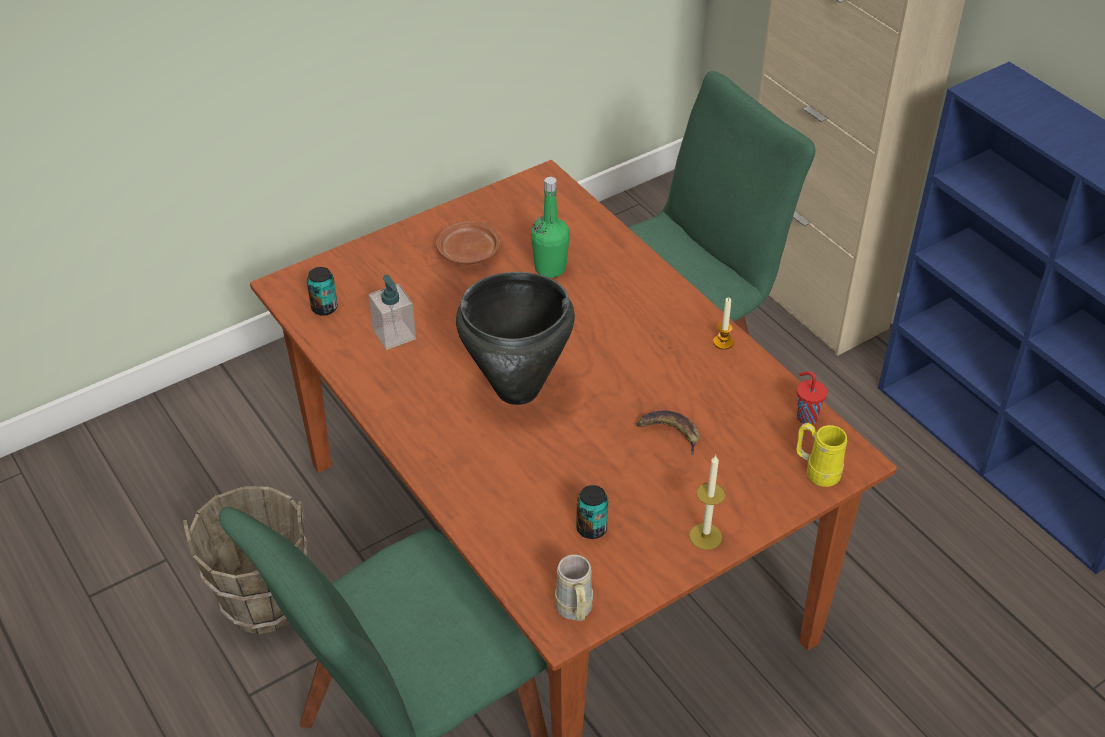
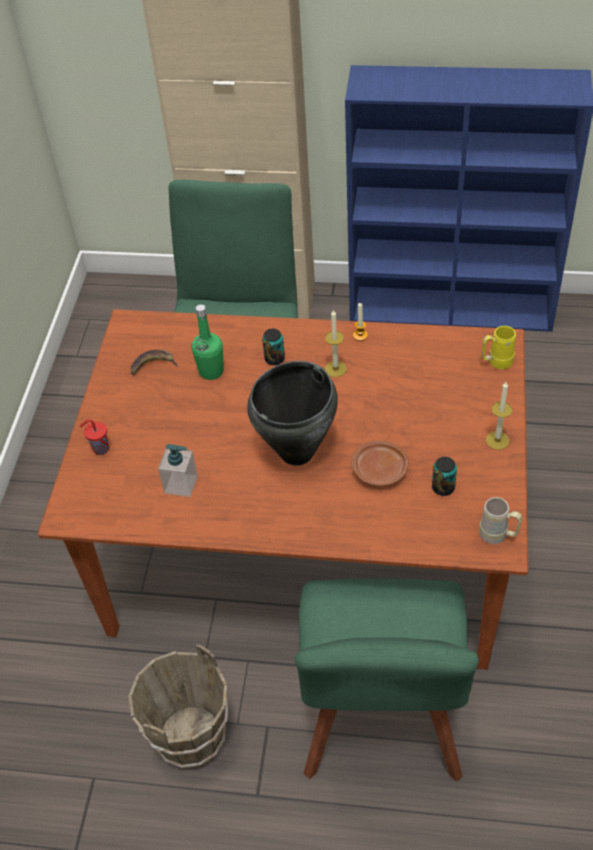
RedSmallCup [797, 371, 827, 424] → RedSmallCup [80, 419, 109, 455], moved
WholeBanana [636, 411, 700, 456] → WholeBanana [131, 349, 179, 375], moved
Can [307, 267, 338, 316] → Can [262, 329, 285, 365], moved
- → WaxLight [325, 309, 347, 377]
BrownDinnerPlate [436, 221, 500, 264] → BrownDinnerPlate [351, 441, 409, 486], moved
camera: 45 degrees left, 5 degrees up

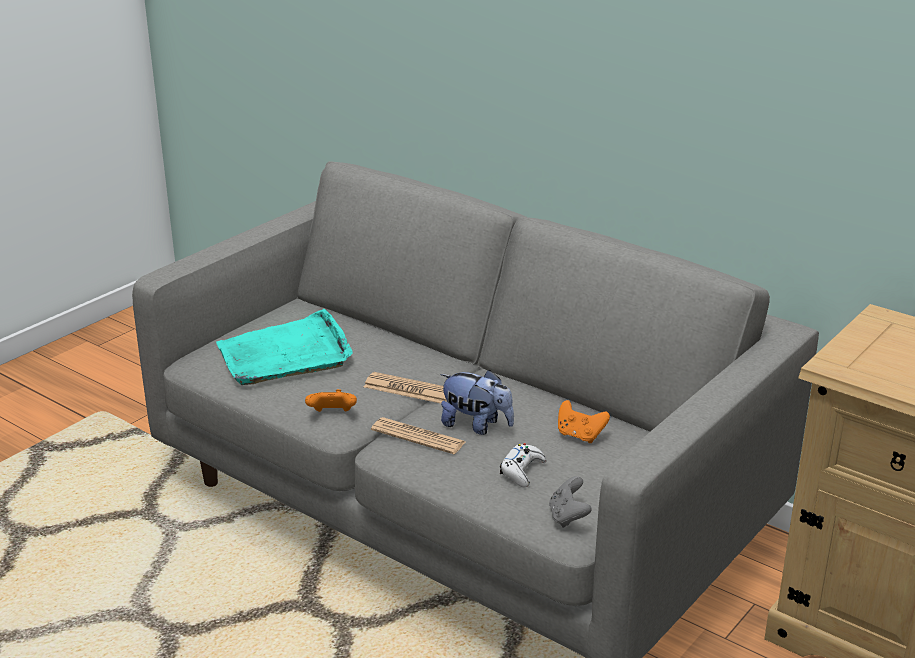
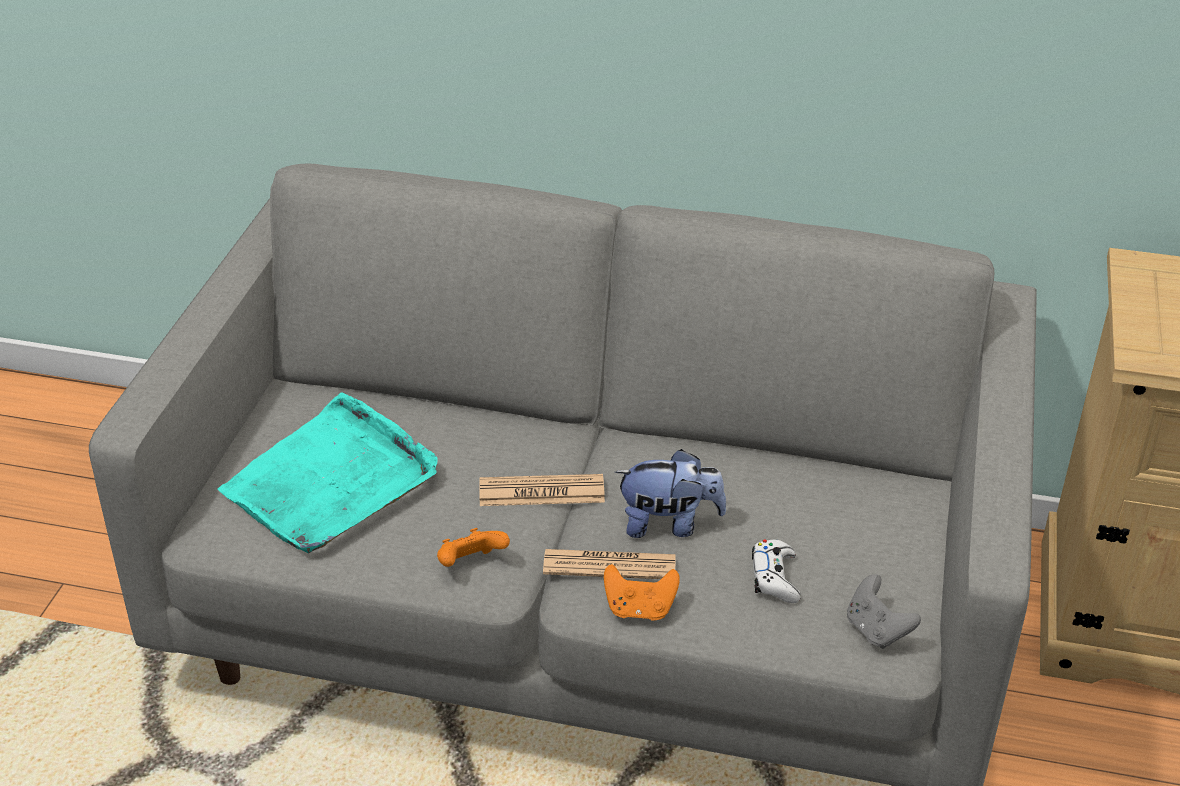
OrangeGameController [558, 400, 610, 443] → OrangeGameController [604, 564, 680, 621], moved
camera: 25 degrees left, 10 degrees up

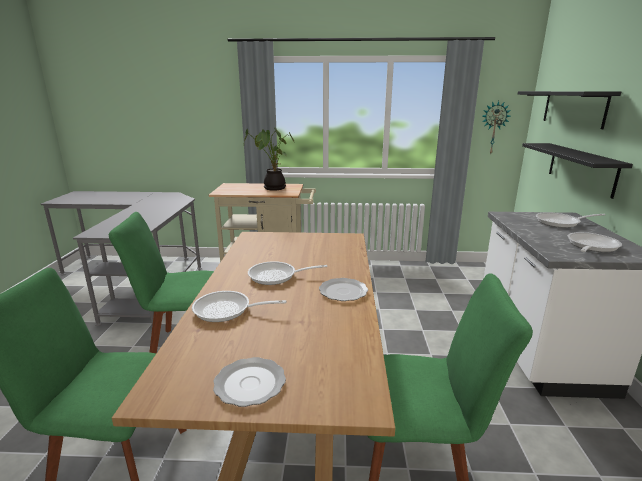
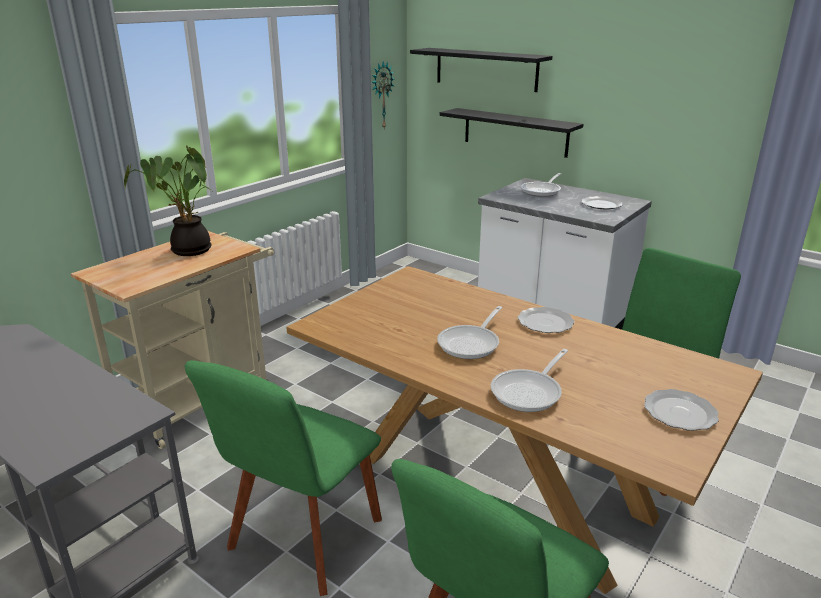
Pan [568, 232, 622, 252] → DinnerPlate [581, 196, 622, 209]
camera: 55 degrees left, 5 degrees up

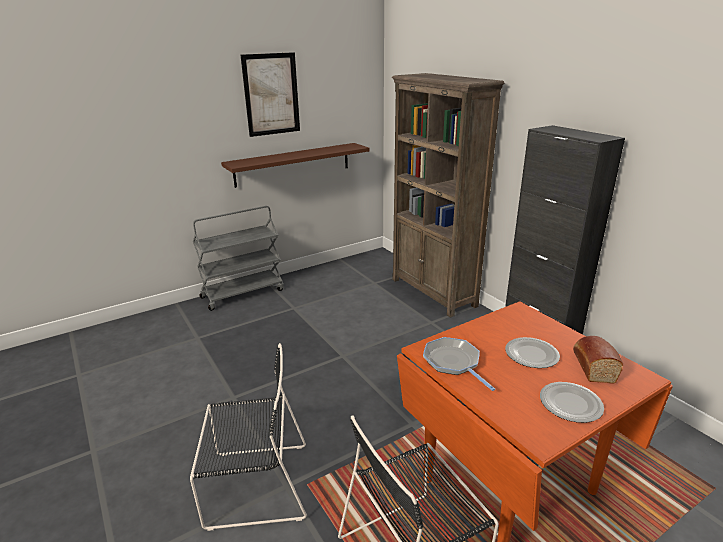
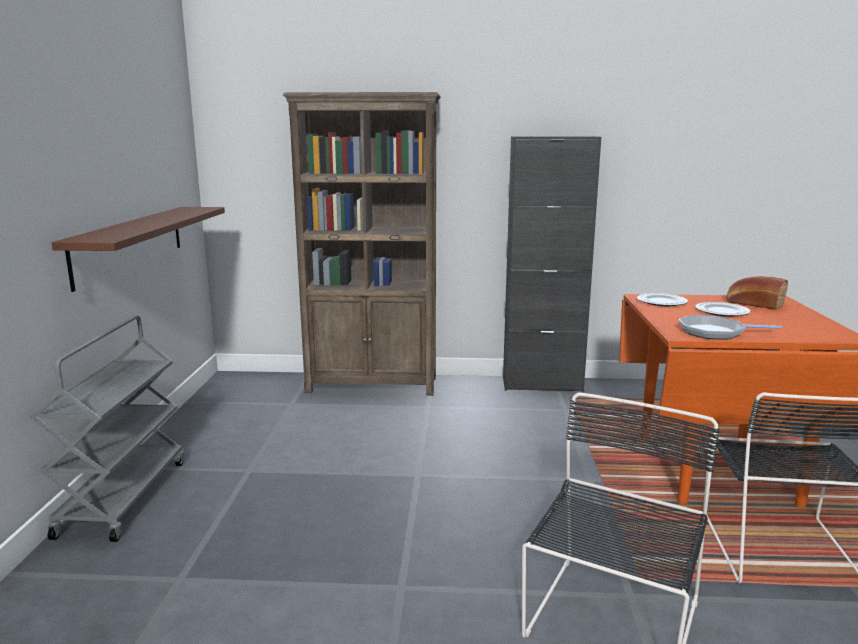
DinnerPlate [540, 382, 604, 423] → DinnerPlate [637, 293, 688, 306], moved
Picture [241, 52, 300, 137] → -
camera: 55 degrees left, 10 degrees down

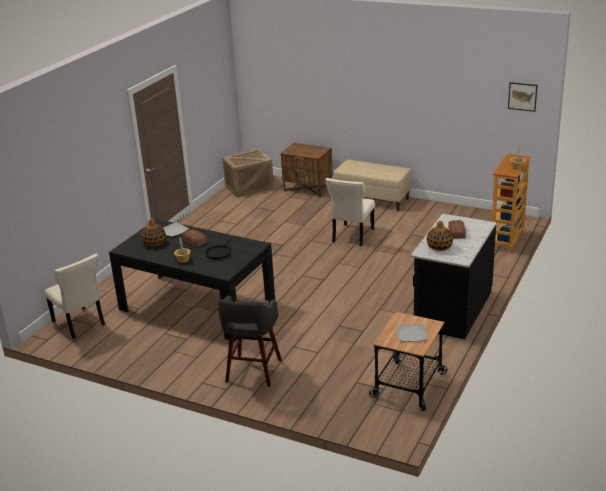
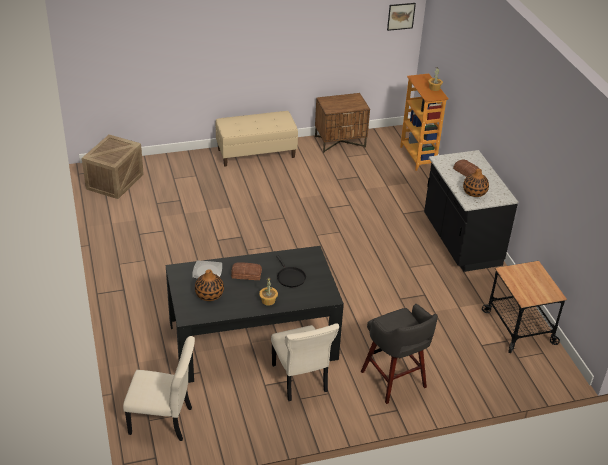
BeigePlainChair [326, 178, 375, 246] → BeigePlainChair [271, 323, 339, 401], moved
BrownNightstand [281, 143, 333, 198] → BrownNightstand [315, 93, 370, 153], moved
DinnerPlate [397, 324, 427, 342] → -
camera: 45 degrees left, 10 degrees up

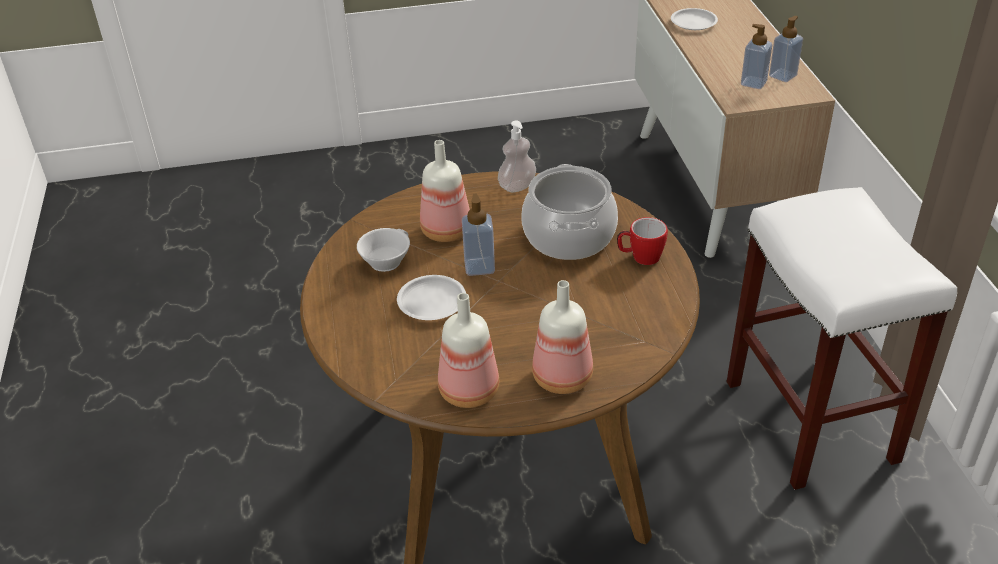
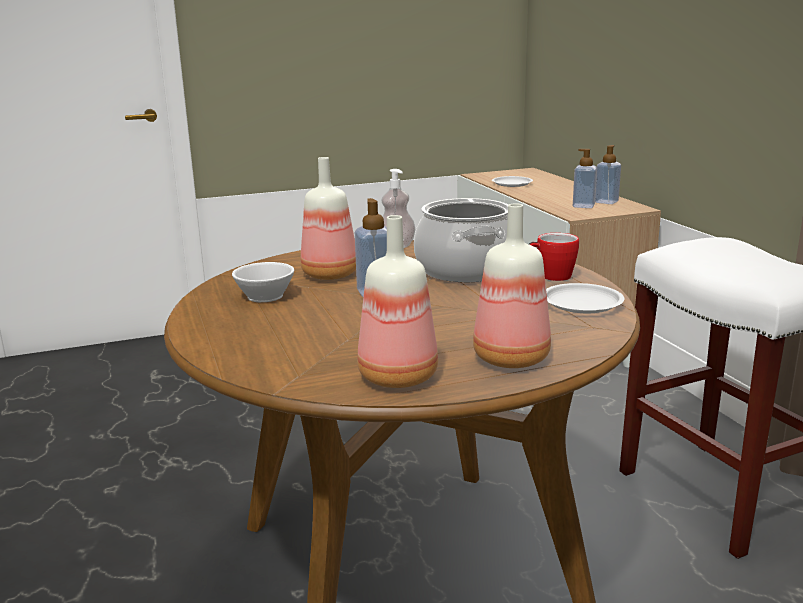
WhitishDinnerPlate [397, 275, 466, 320] → WhitishDinnerPlate [546, 283, 624, 313], moved
camera: 10 degrees left, 20 degrees down

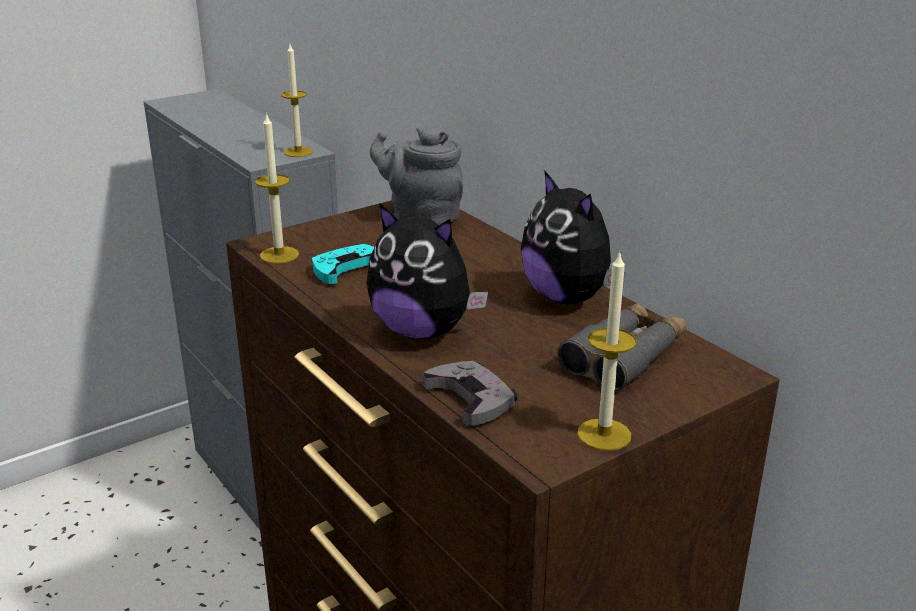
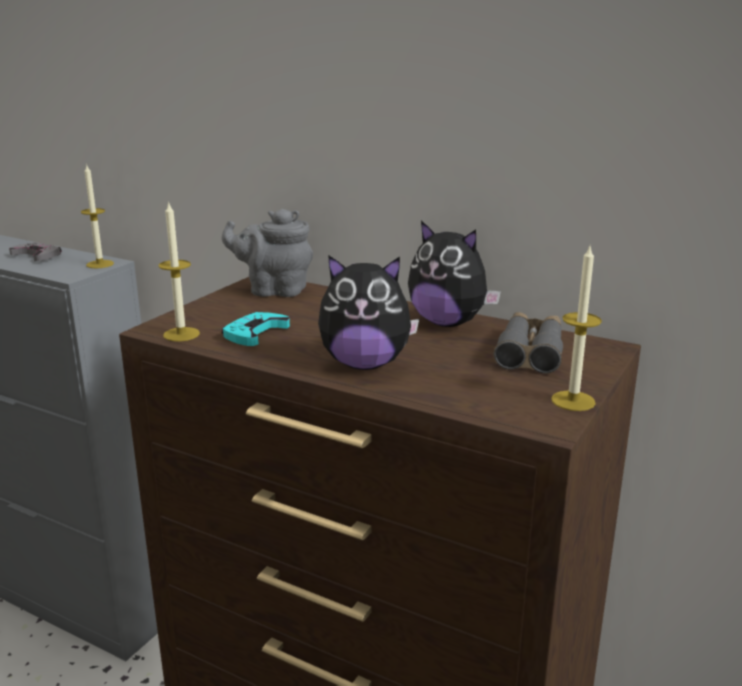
GrayGameController [423, 361, 517, 426] → GrayGameController [9, 242, 61, 261], moved
camera: 25 degrees left, 5 degrees down

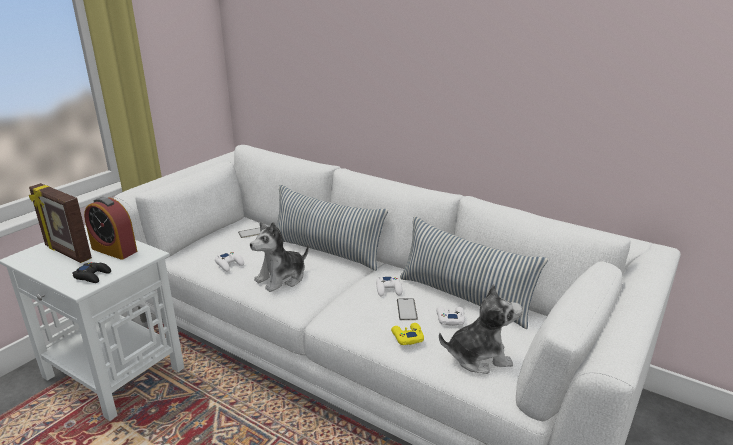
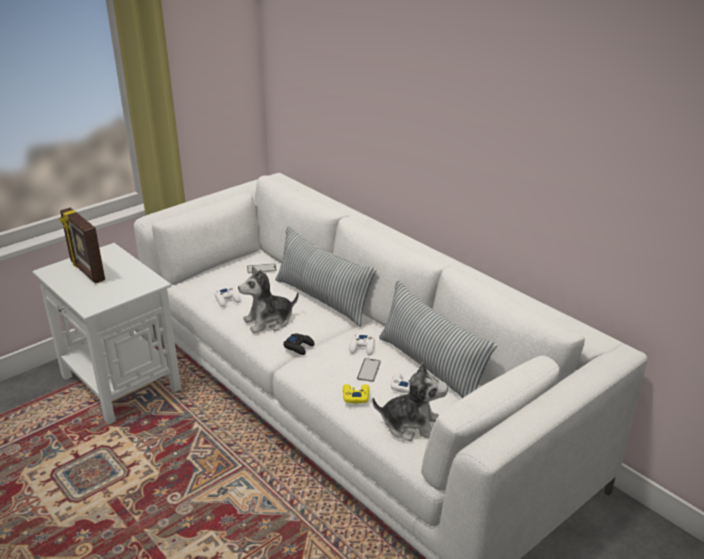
BlackColouredGameController [72, 262, 111, 283] → BlackColouredGameController [283, 334, 315, 355], moved
AlarmClock [84, 197, 137, 260] → -
camera: 15 degrees right, 5 degrees up

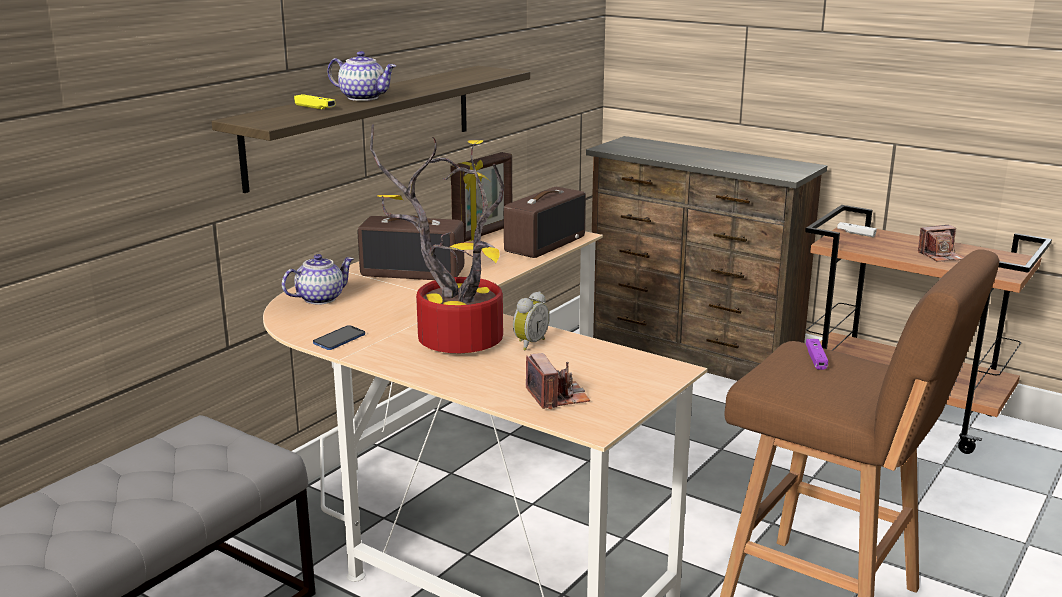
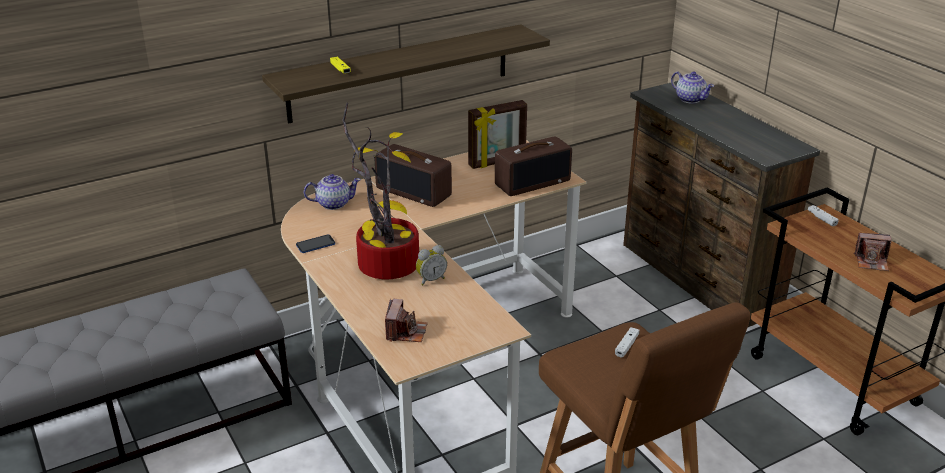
PurpleGameController [806, 339, 828, 370] → WhitishGameController [615, 327, 640, 358]
Teapot [328, 51, 396, 101] → Teapot [671, 71, 714, 104], moved
camera: 25 degrees right, 10 degrees up

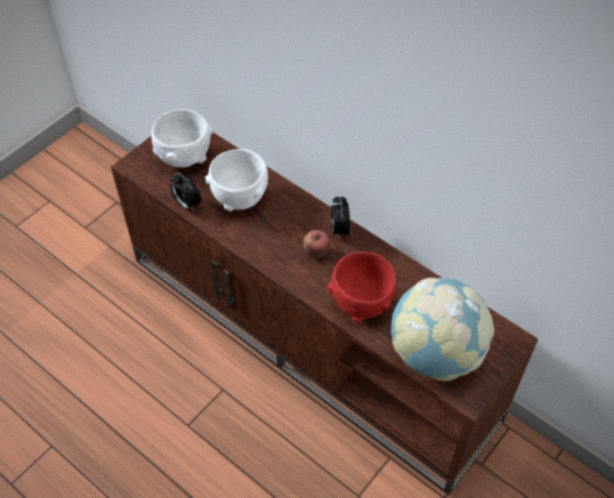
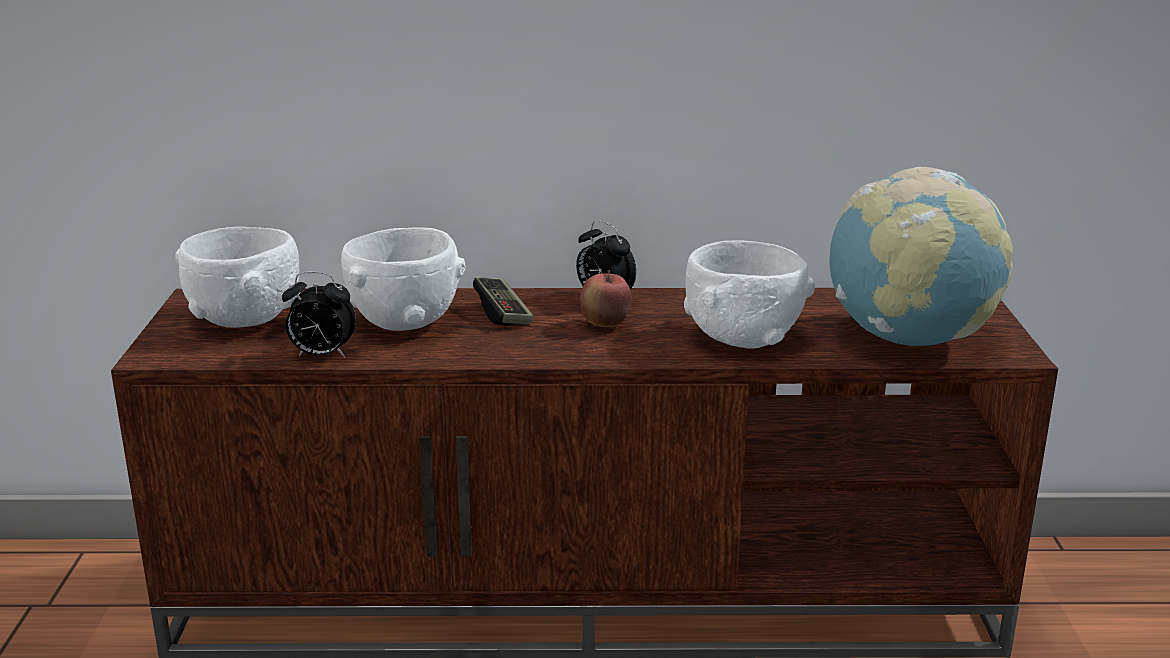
- → GameController [473, 277, 533, 326]
RedDeepDish [327, 252, 397, 323] → WhitishDeepDish [684, 241, 815, 349]
camera: 40 degrees left, 30 degrees down

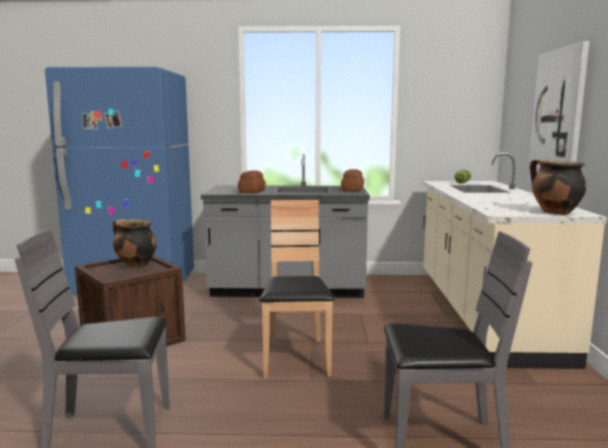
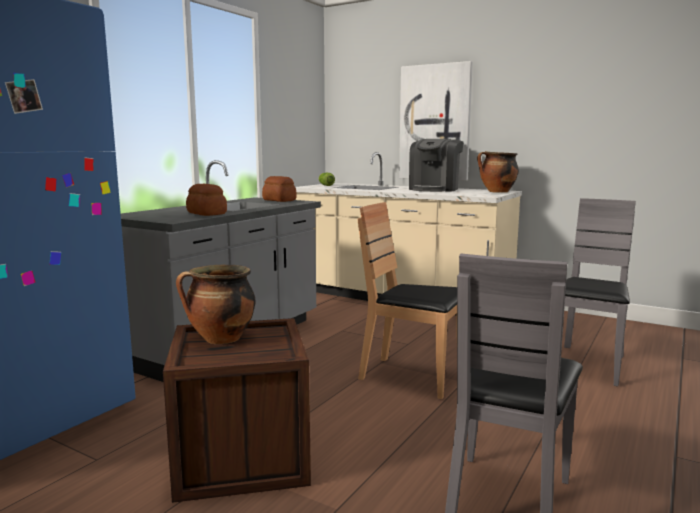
- → CoffeeBrewer [409, 139, 463, 192]
camera: 60 degrees left, 0 degrees up

